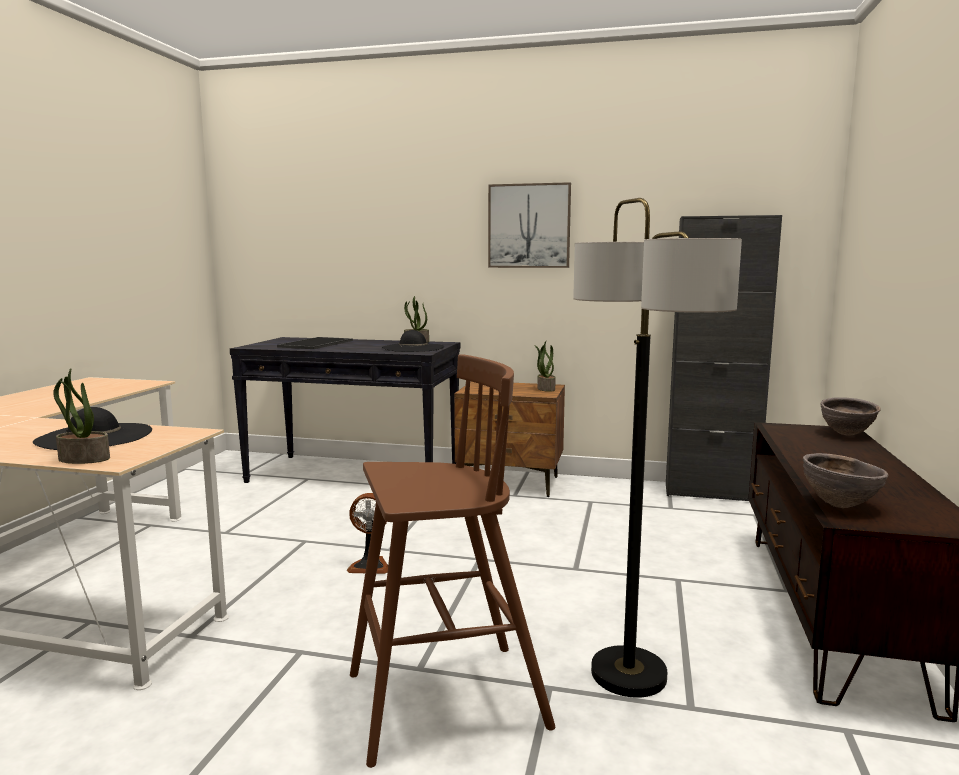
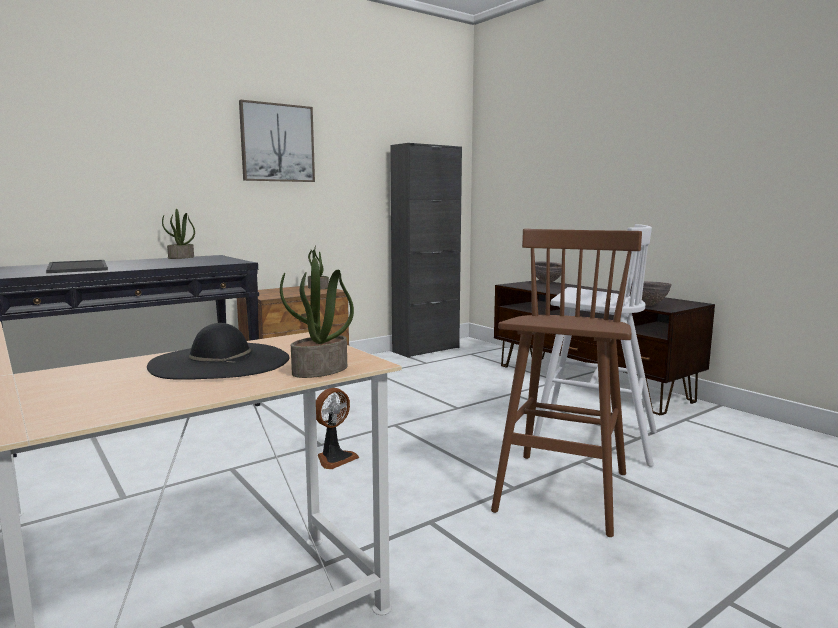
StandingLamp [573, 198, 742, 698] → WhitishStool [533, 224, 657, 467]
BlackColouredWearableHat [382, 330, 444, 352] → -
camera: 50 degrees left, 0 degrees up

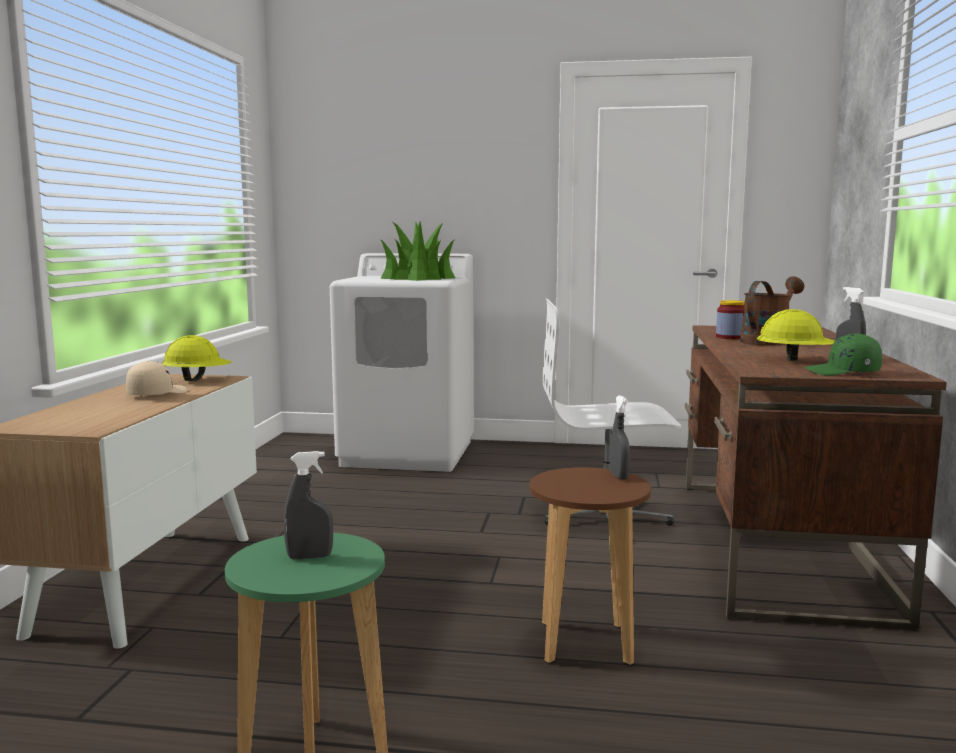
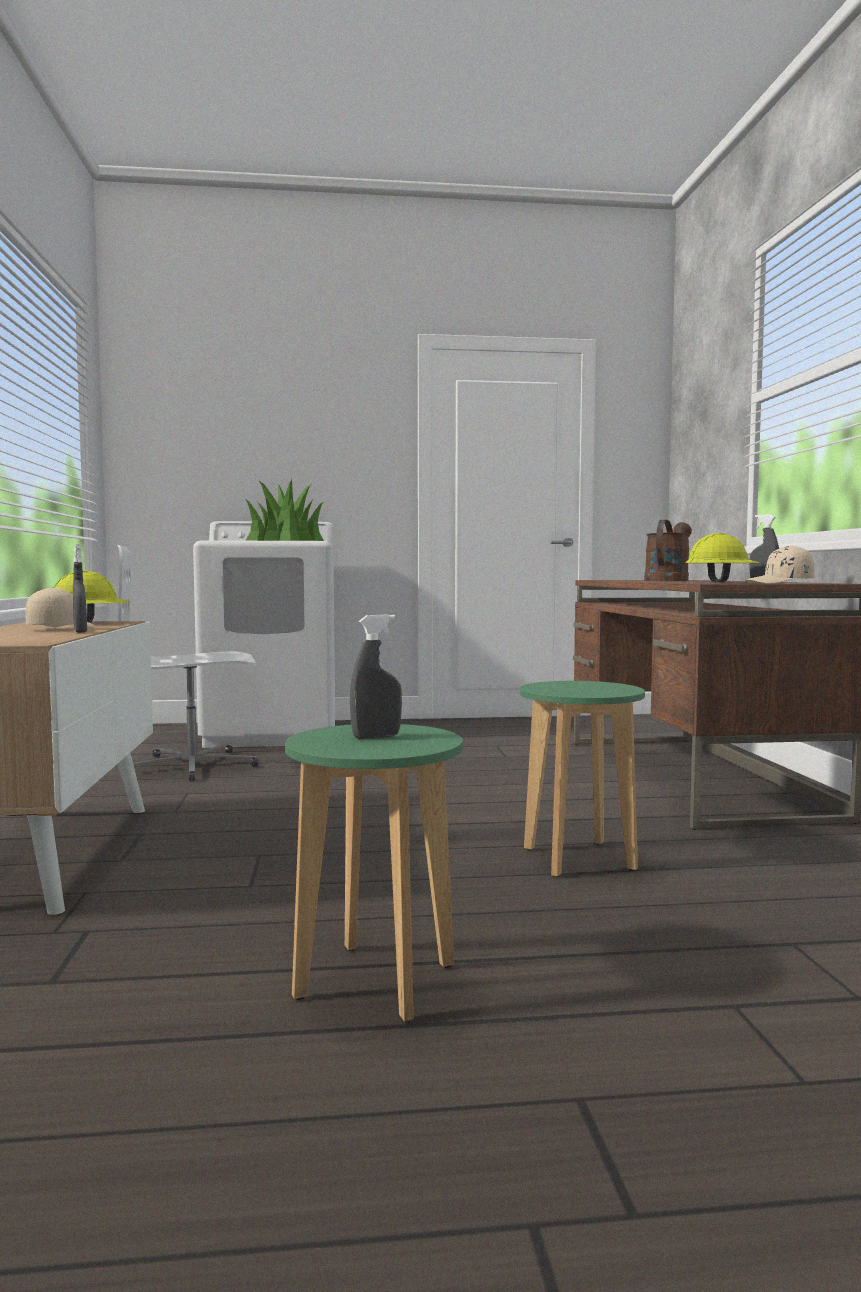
GrayHandSprayer [610, 395, 630, 479] → GrayHandSprayer [73, 544, 87, 633], moved
WhitishOfficeChair [543, 299, 681, 526] → WhitishOfficeChair [118, 545, 259, 781], moved
BrownStool [530, 467, 651, 665] → GreenStool [520, 681, 645, 877]
GreenPeakedCap [804, 333, 882, 376] → BeigePeakedCap [745, 545, 815, 583]
PreserveJar [716, 300, 745, 339] → -
camera: 15 degrees left, 5 degrees down

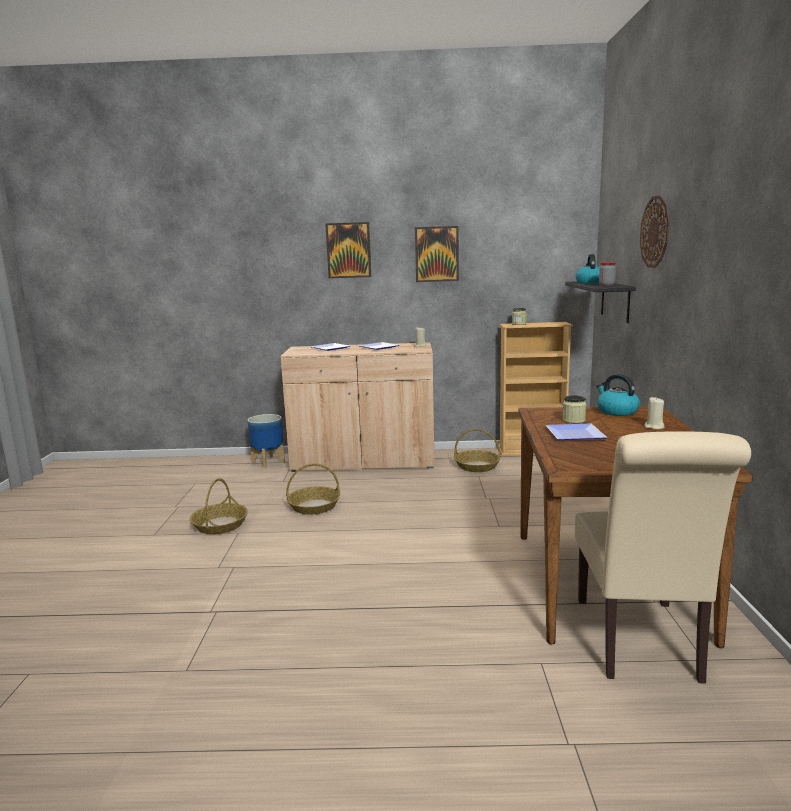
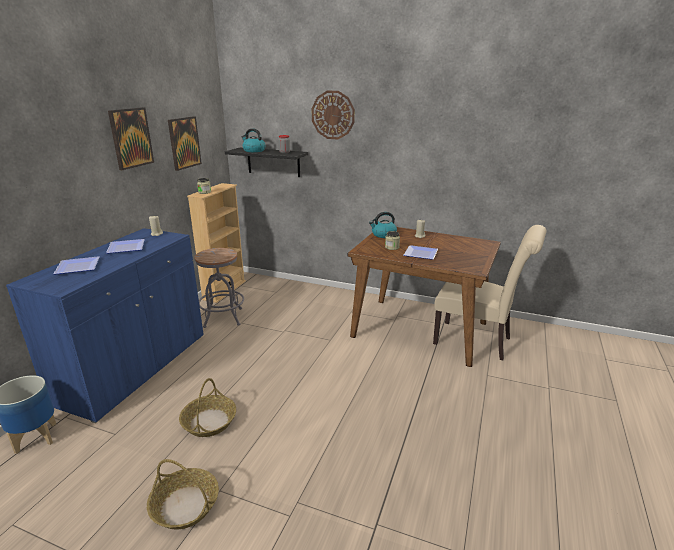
BeigeCupboard [281, 342, 435, 472] → BlueColouredCupboard [6, 228, 204, 423]
Picture [325, 222, 371, 278] → Picture [168, 116, 202, 171], moved
HouseholdBasket [454, 429, 501, 472] → GrayStool [194, 248, 244, 328]
camera: 70 degrees left, 10 degrees up

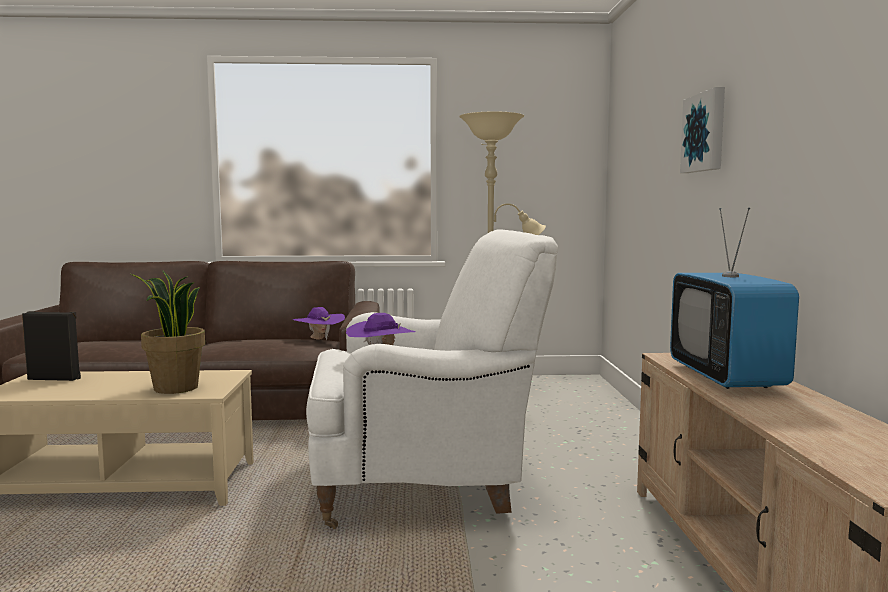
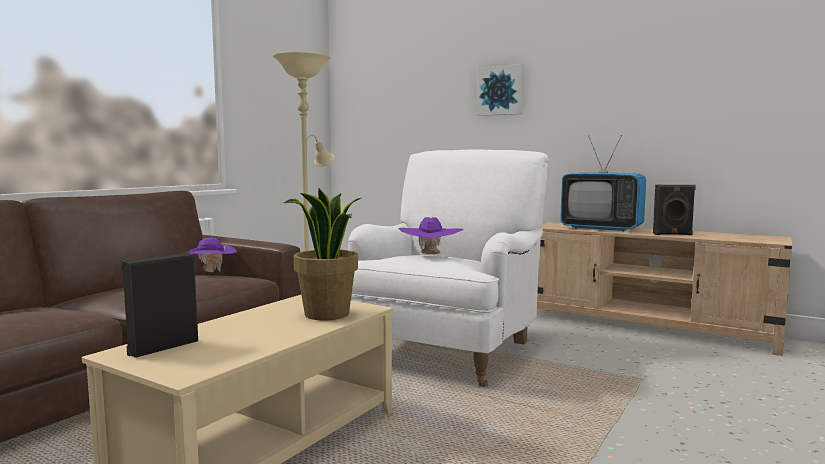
- → BlackColouredSpeaker [653, 185, 696, 235]
camera: 55 degrees left, 0 degrees up

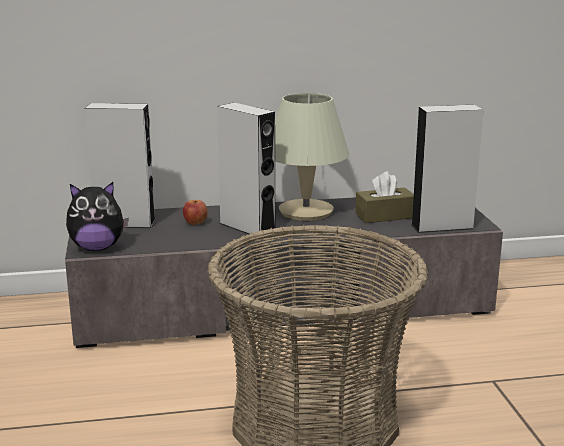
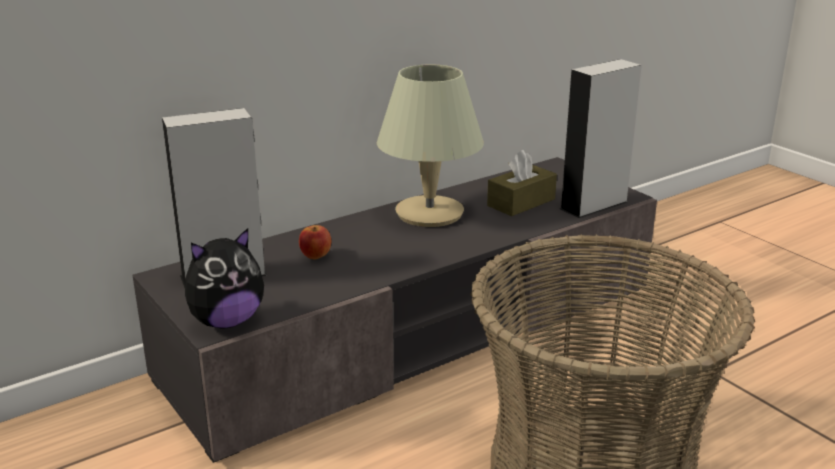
GraySpeaker [217, 103, 275, 234] → -
camera: 25 degrees left, 5 degrees up

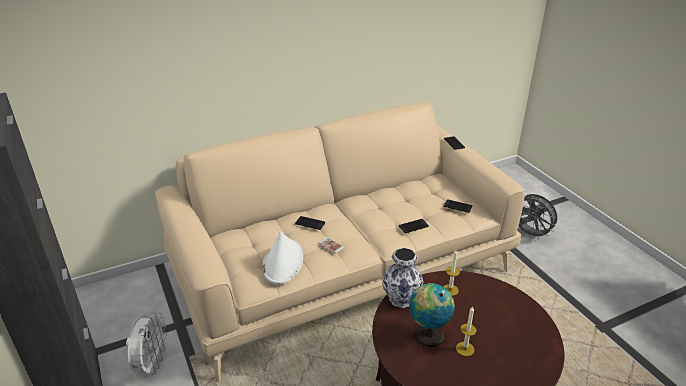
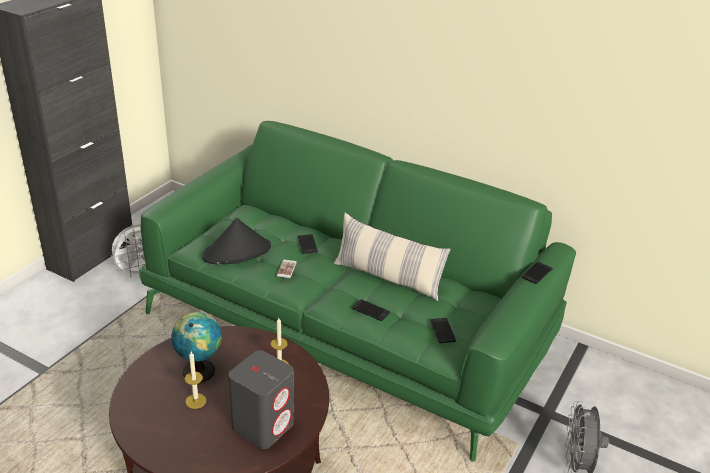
BeigeSettee [155, 103, 524, 382] → GreenSettee [140, 121, 576, 461]
WhitishWearableHat [263, 232, 303, 284] → BlackColouredWearableHat [202, 218, 271, 265]
- → GraySpeaker [229, 350, 294, 449]
- → Pillow [334, 213, 451, 301]
FlowerVase [382, 247, 424, 308] → -
camera: 55 degrees right, 0 degrees up

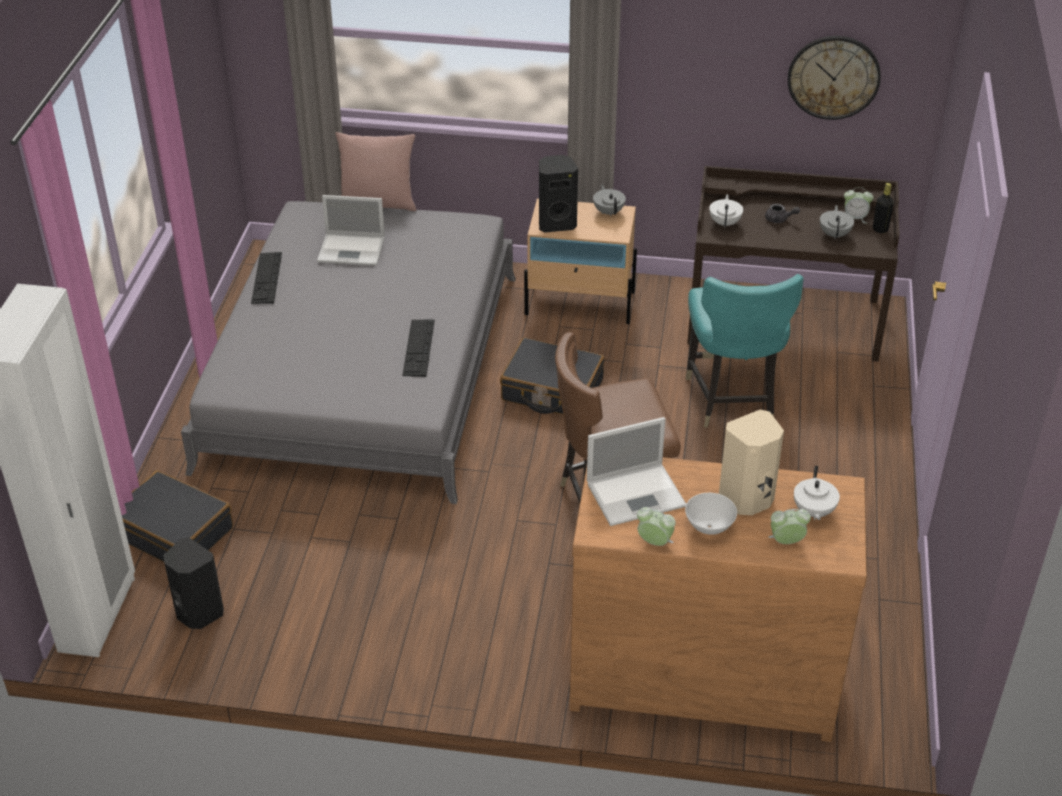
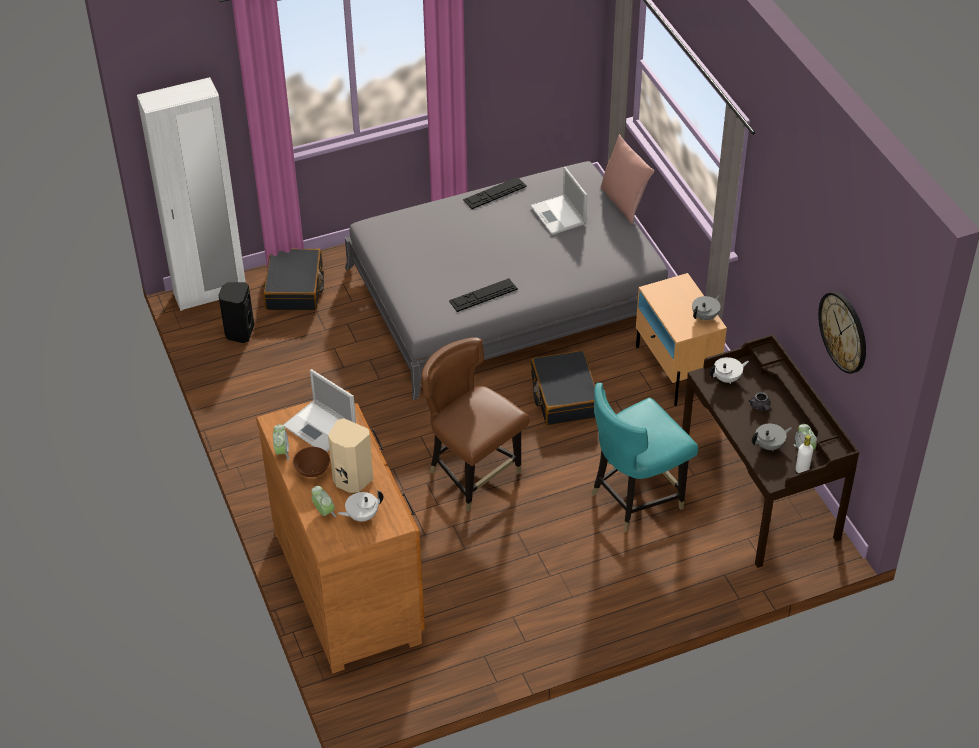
WhitishDeepDish [685, 493, 737, 535] → BrownDeepDish [293, 447, 330, 477]
BlackColouredBeverageBottle [873, 183, 894, 233] → WhitishBeverageBottle [796, 435, 813, 473]
BlackColouredSpeaker [539, 155, 578, 233] → -
camera: 60 degrees right, 5 degrees up

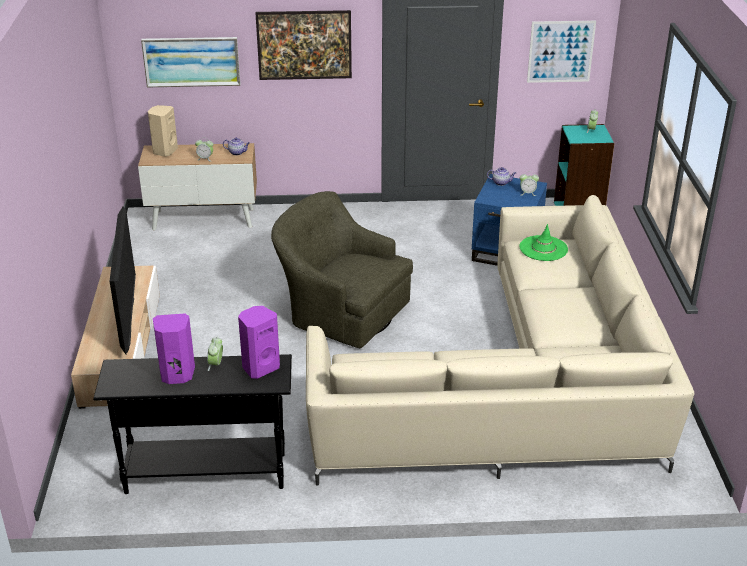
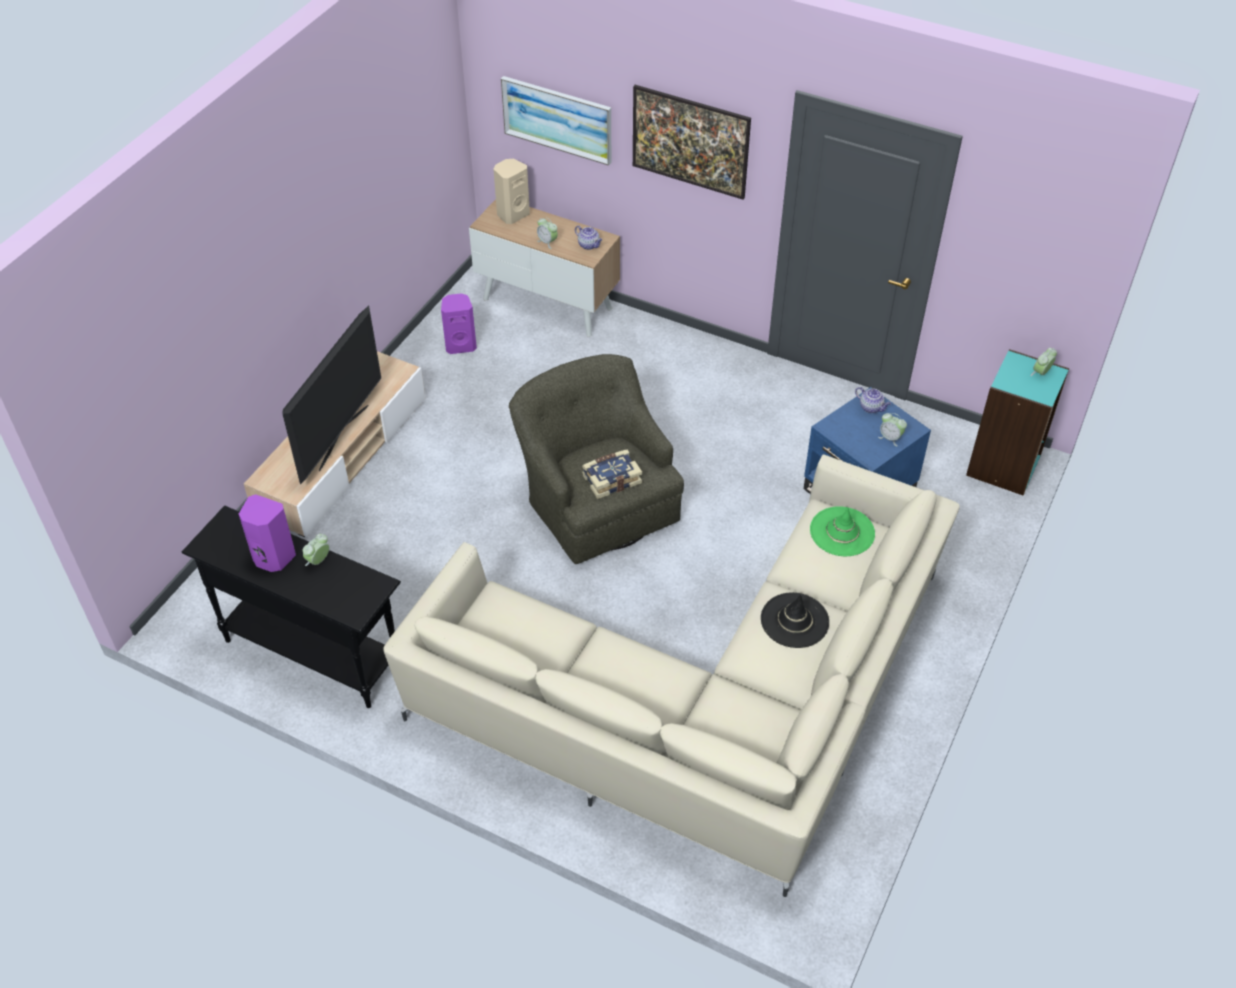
PurpleSpeaker [238, 306, 280, 379] → PurpleSpeaker [441, 293, 477, 354], moved
- → BoundBook [582, 450, 642, 499]
- → BlackColouredWearableHat [761, 592, 829, 648]
Picture [527, 21, 596, 83] → -
camera: 30 degrees right, 15 degrees up

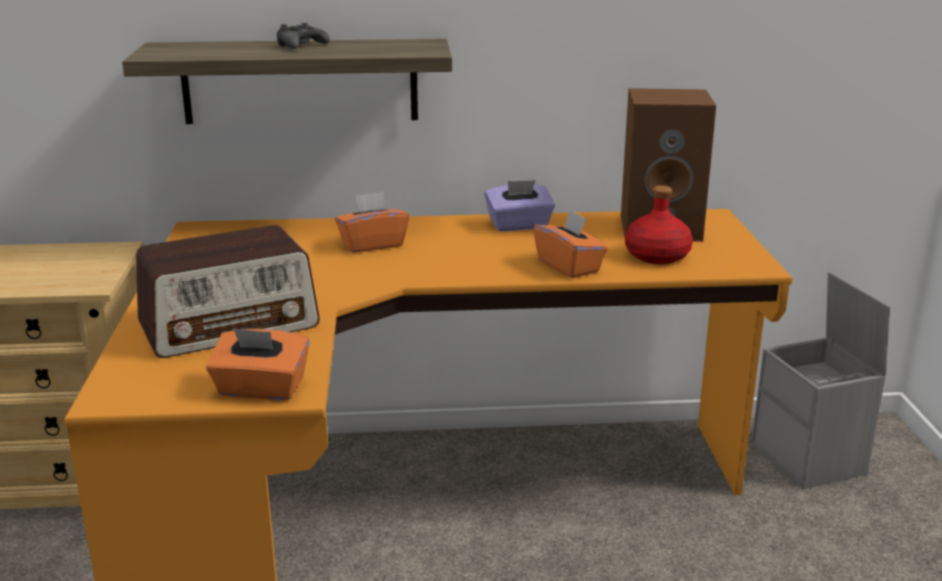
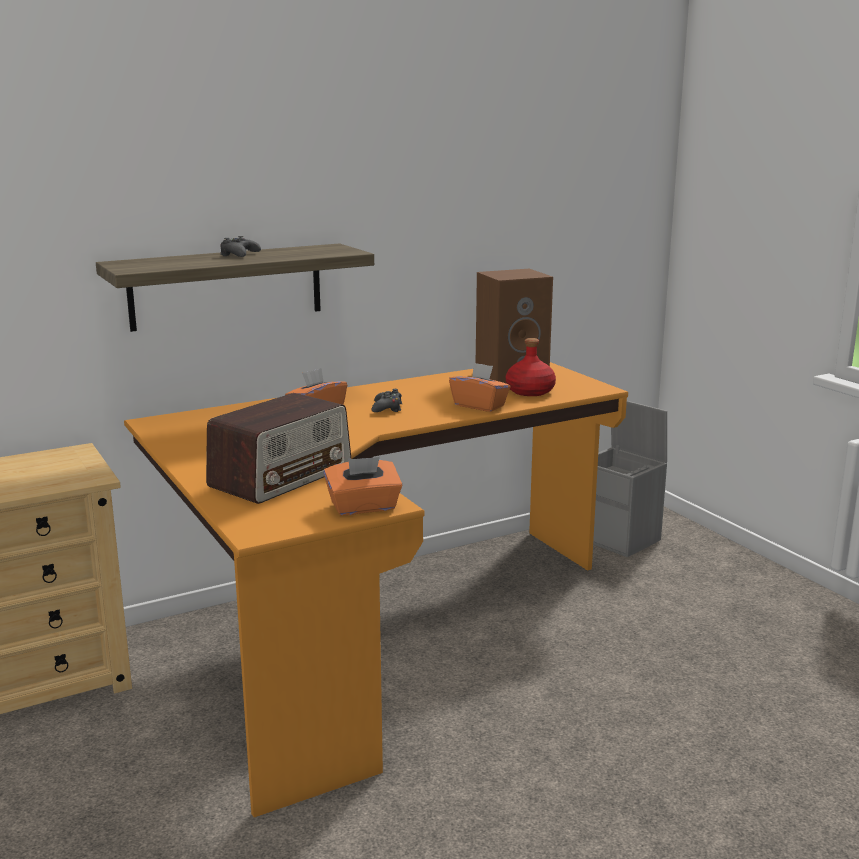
- → BlackColouredGameController [372, 389, 403, 412]
PurpleTissueHolder [484, 180, 555, 231] → -
camera: 25 degrees left, 5 degrees down

